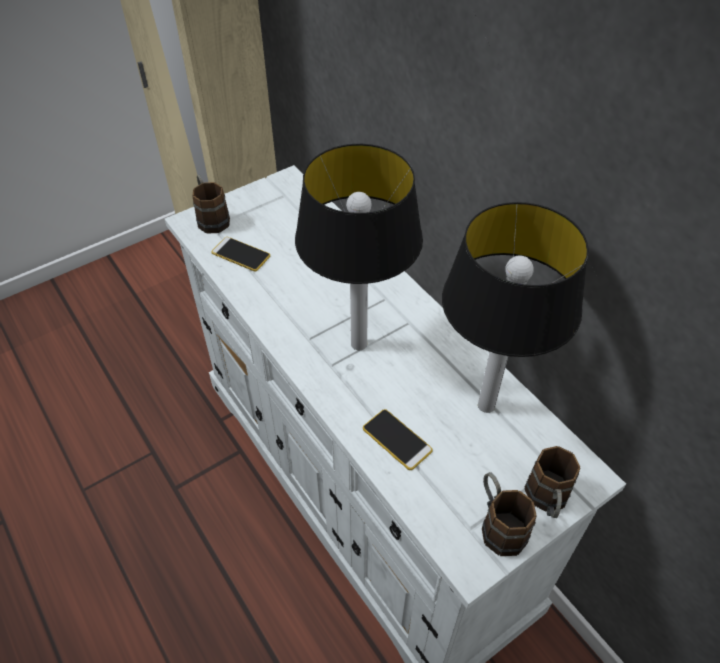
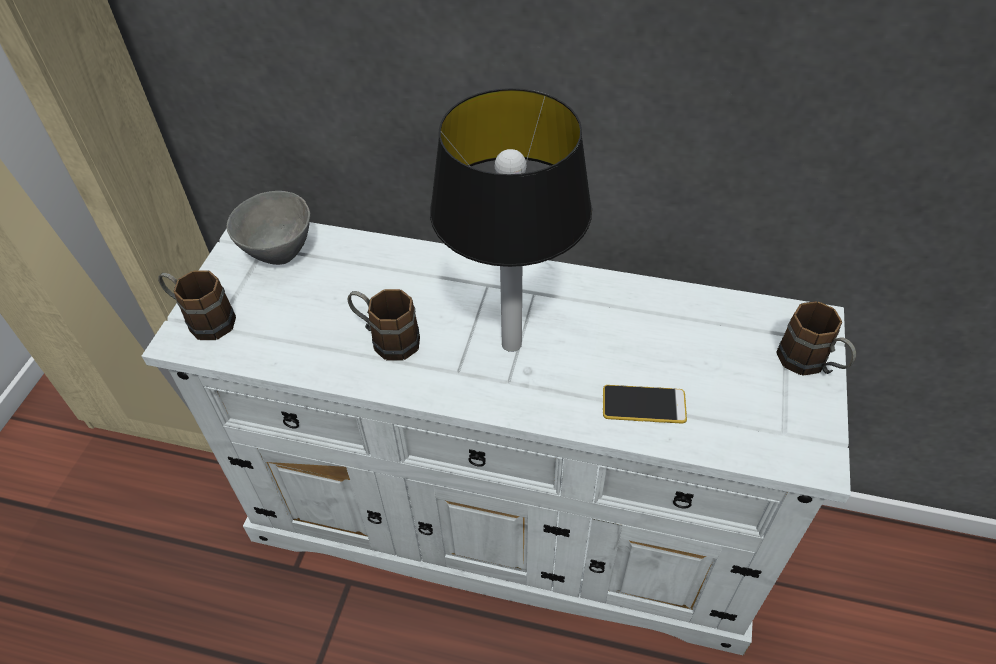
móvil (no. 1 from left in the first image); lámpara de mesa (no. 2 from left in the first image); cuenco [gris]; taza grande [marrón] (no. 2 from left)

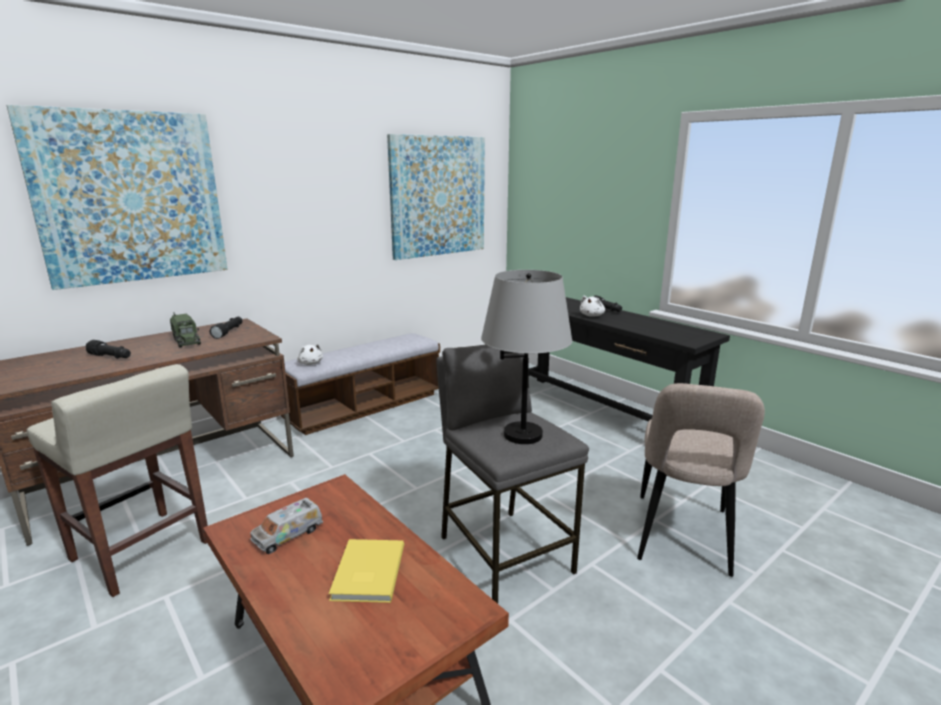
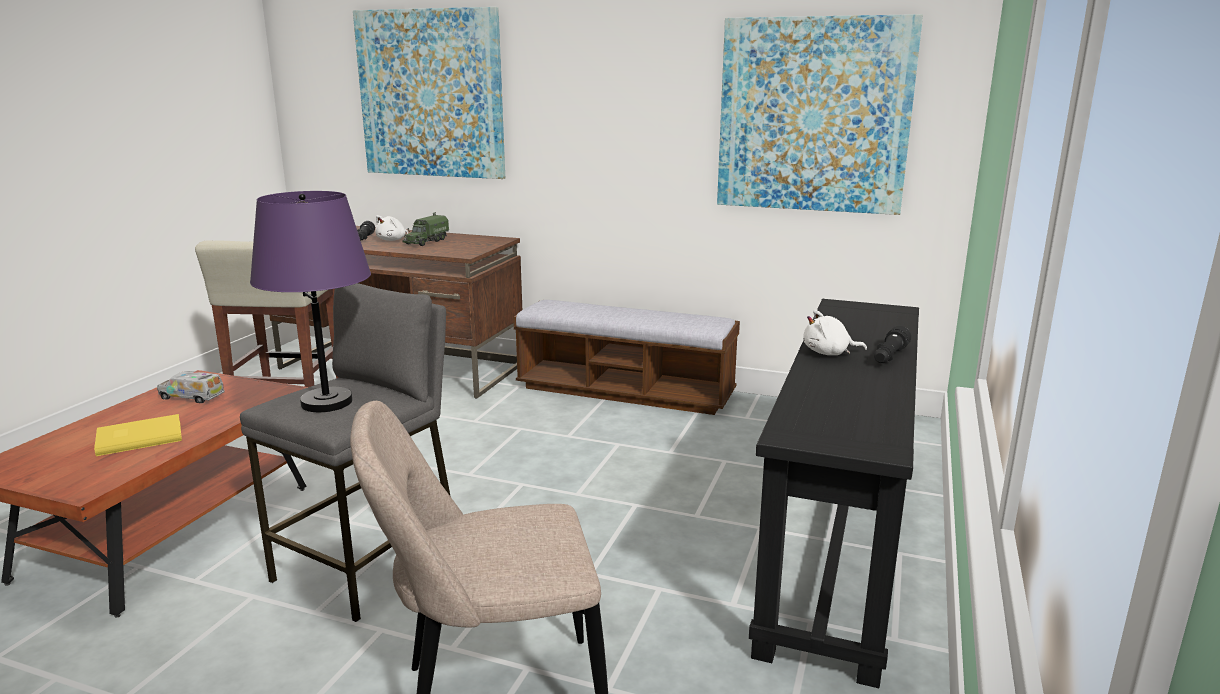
linterna [negro] (no. 2 from left in the first image); peluche [blanco] (no. 1 from left); lámpara de mesa [morado]

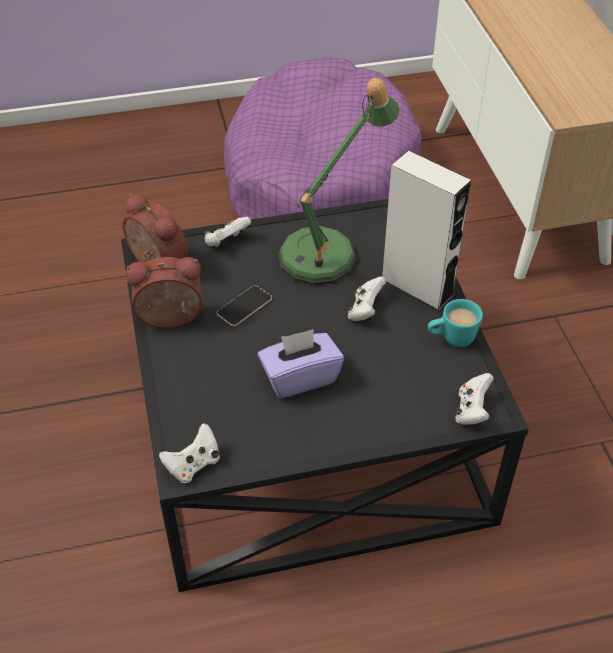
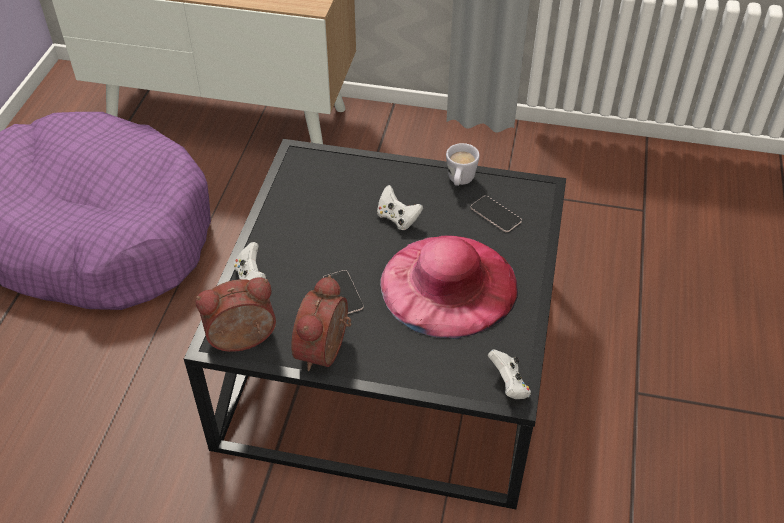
lámpara de mesa; altavoz [gris]; mando de consola [blanco] (no. 4 from left in the first image); móvil (no. 2 from left); sombrero [rosa]; taza grande [blanco]

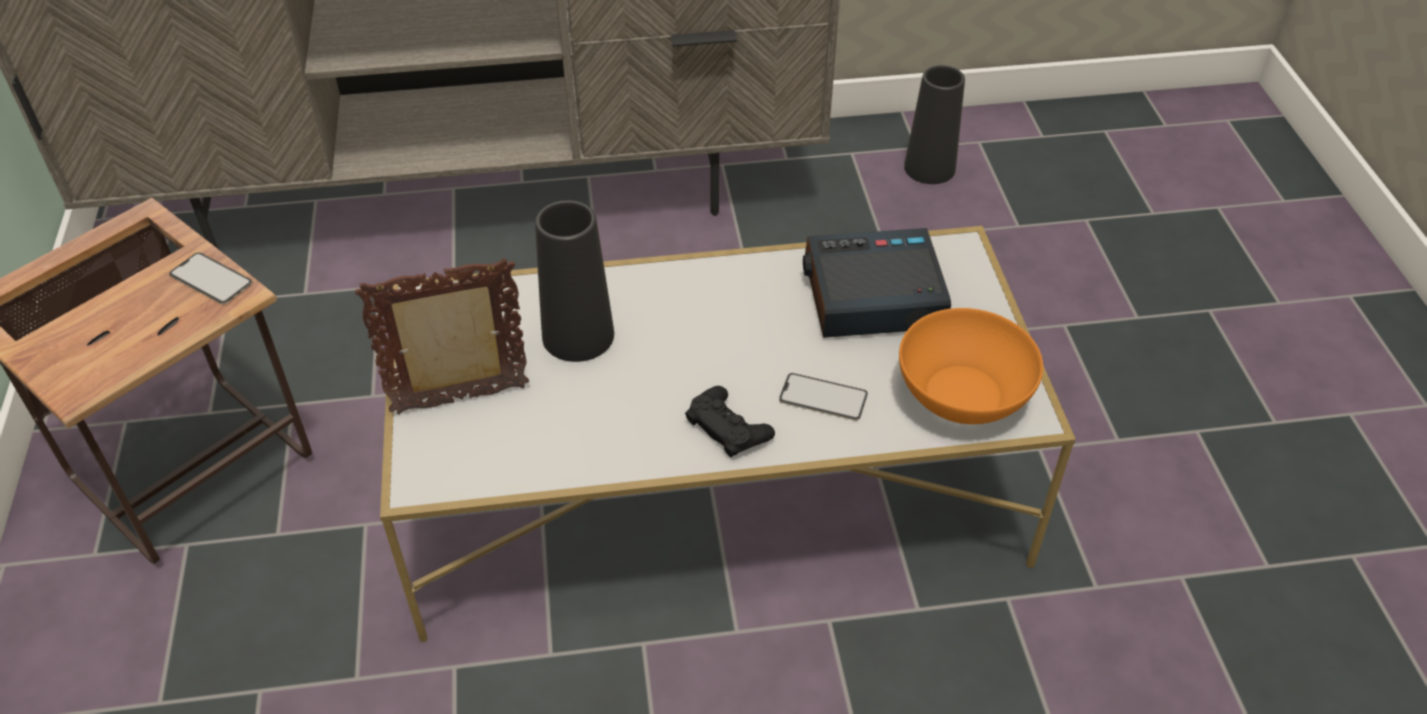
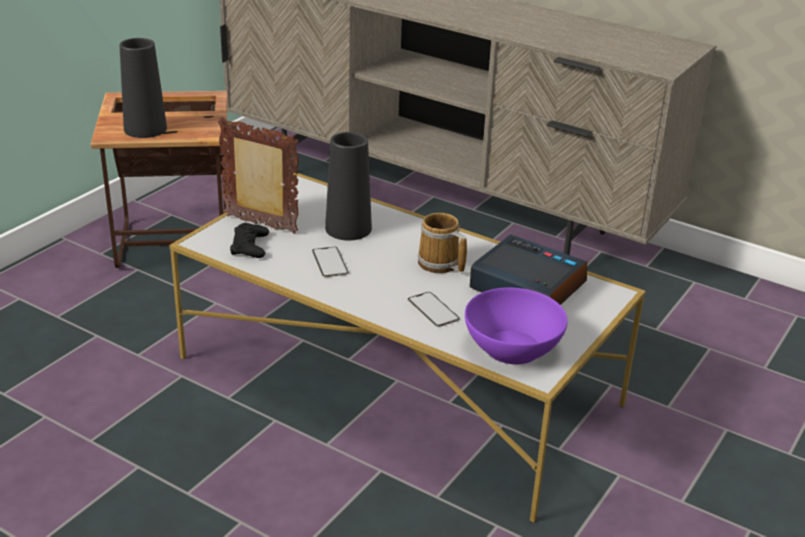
taza grande; móvil (no. 1 from left); mando de consola [negro]; florero [negro] (no. 1 from left); cuenco [morado]

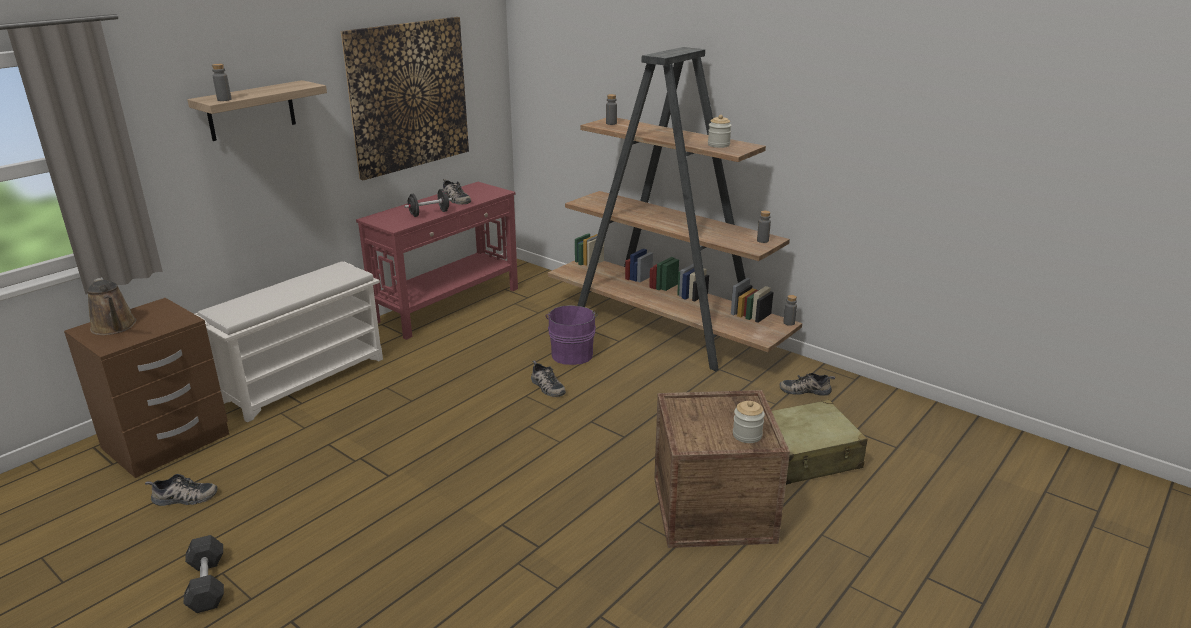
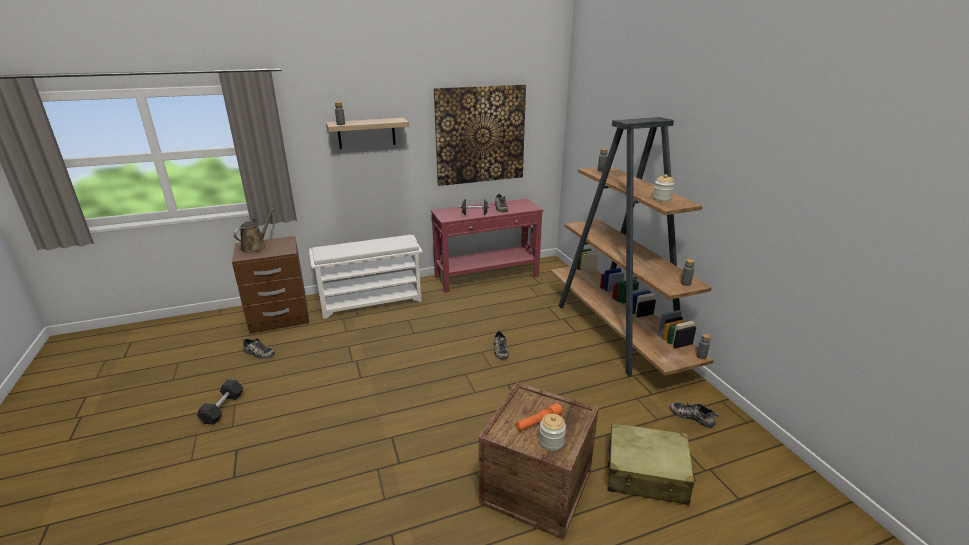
cubo [morado]; linterna [naranja]; regadera [marrón]

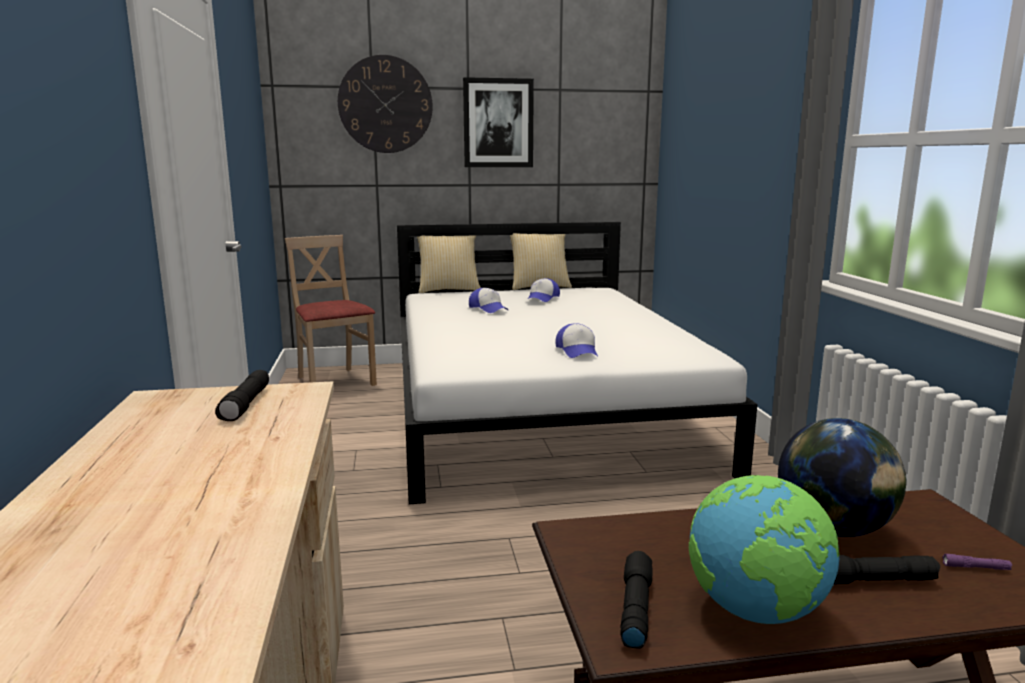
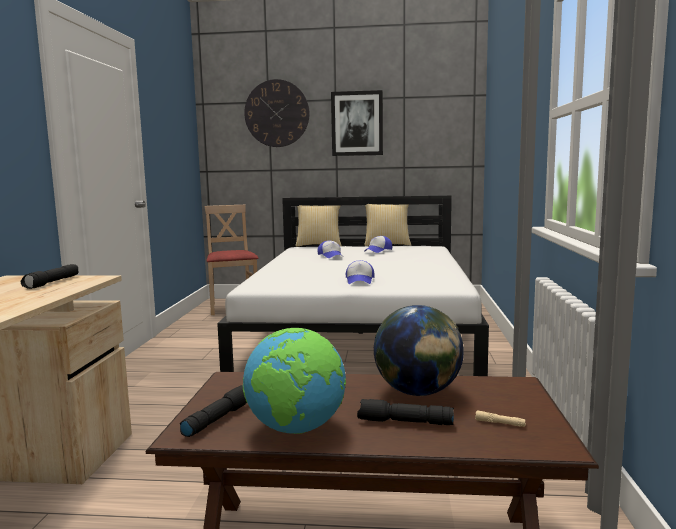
linterna [beis]

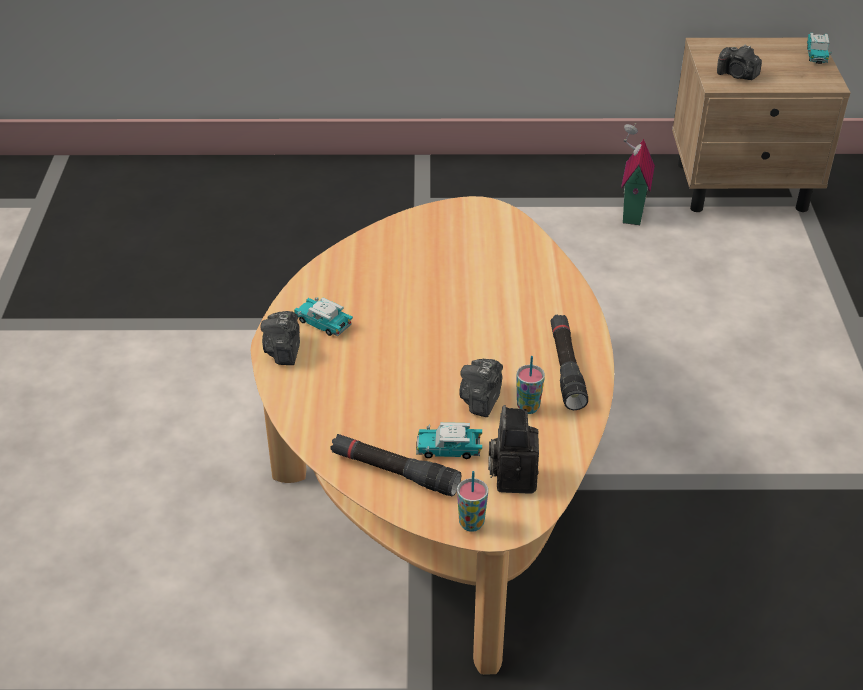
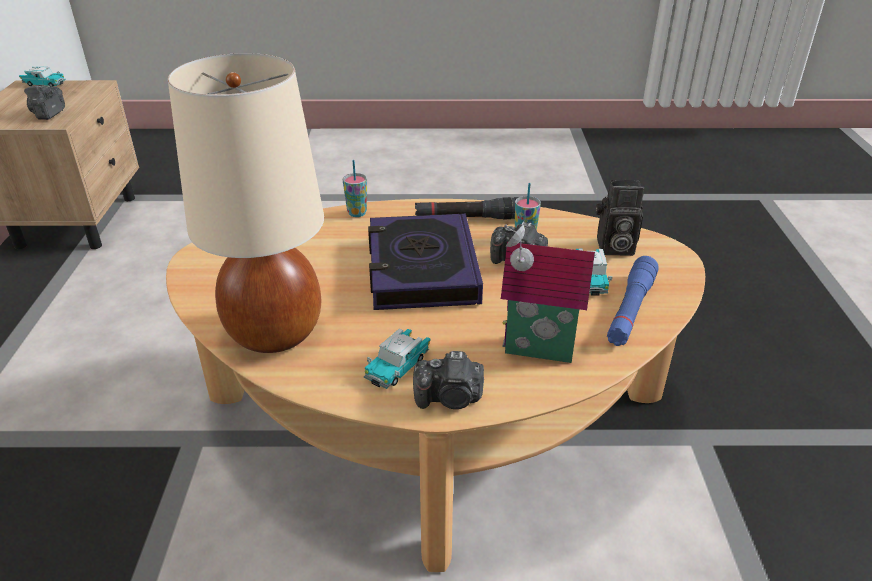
lámpara de mesa [beis]; libro; taza (no. 1 from left); casita; linterna [azul]; cámara (no. 1 from left)

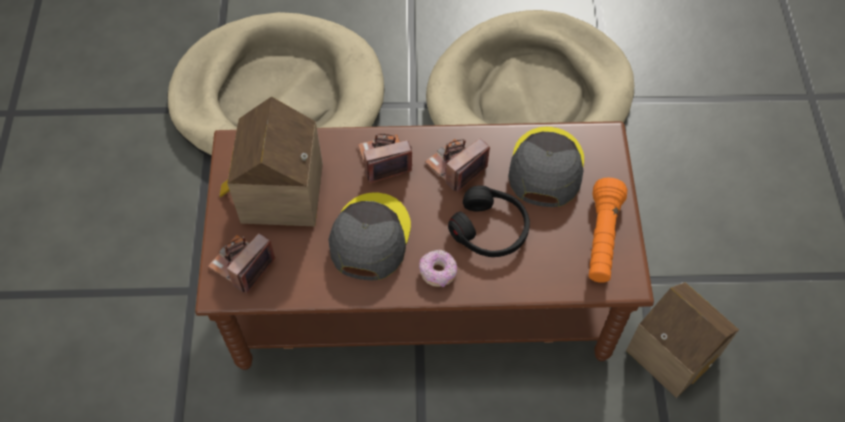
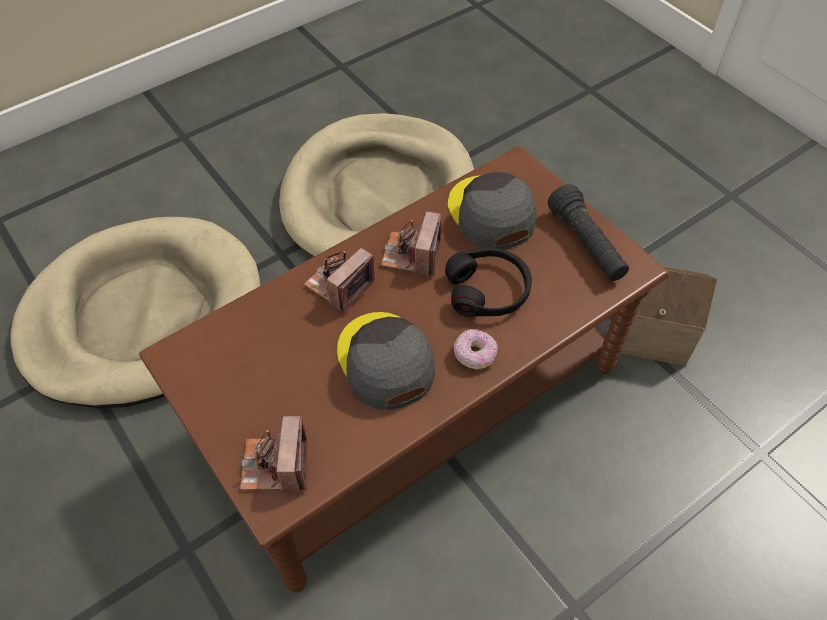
casita (no. 1 from left in the first image); linterna [negro]

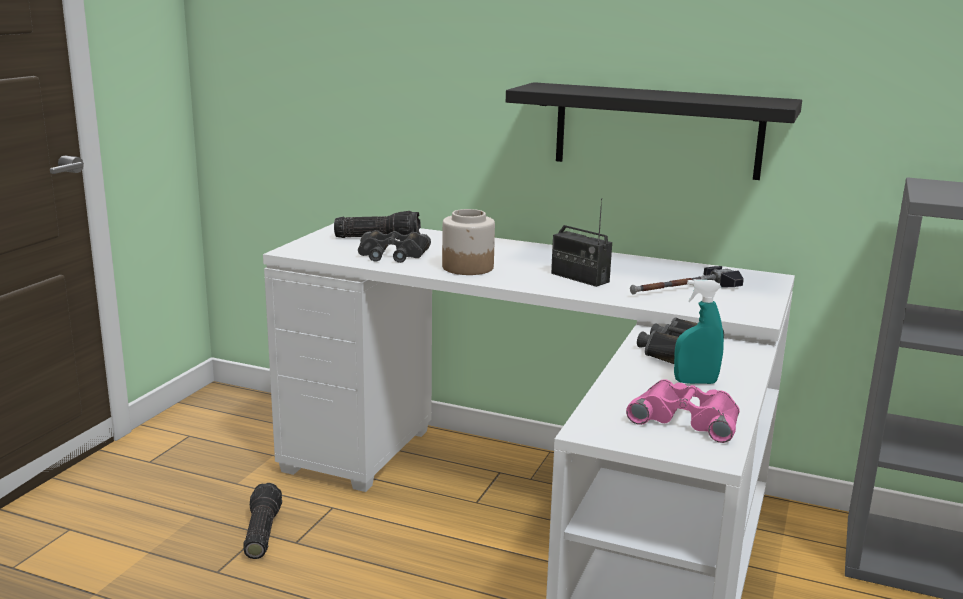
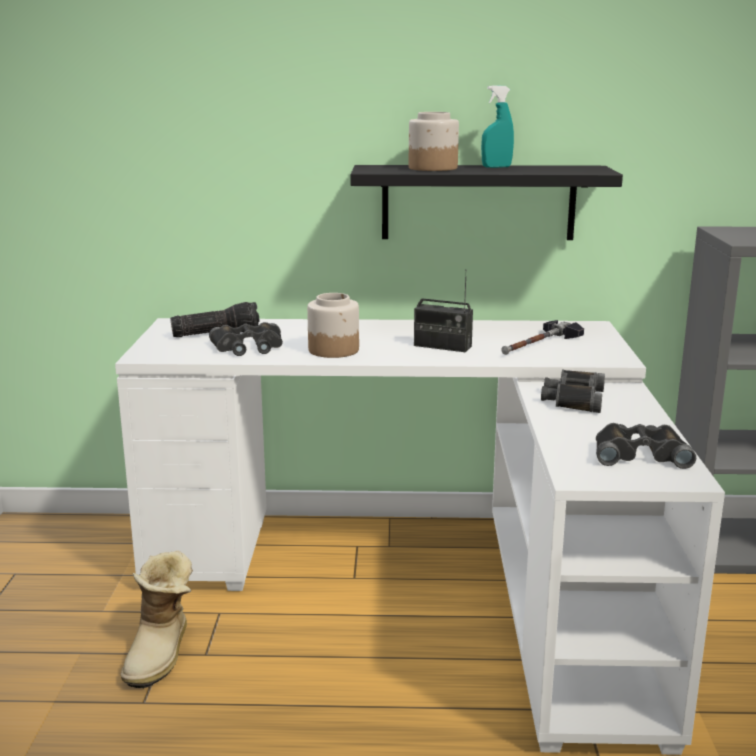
tarro (no. 2 from left); pulverizador [turquesa]; bota; prismáticos [negro] (no. 3 from left)

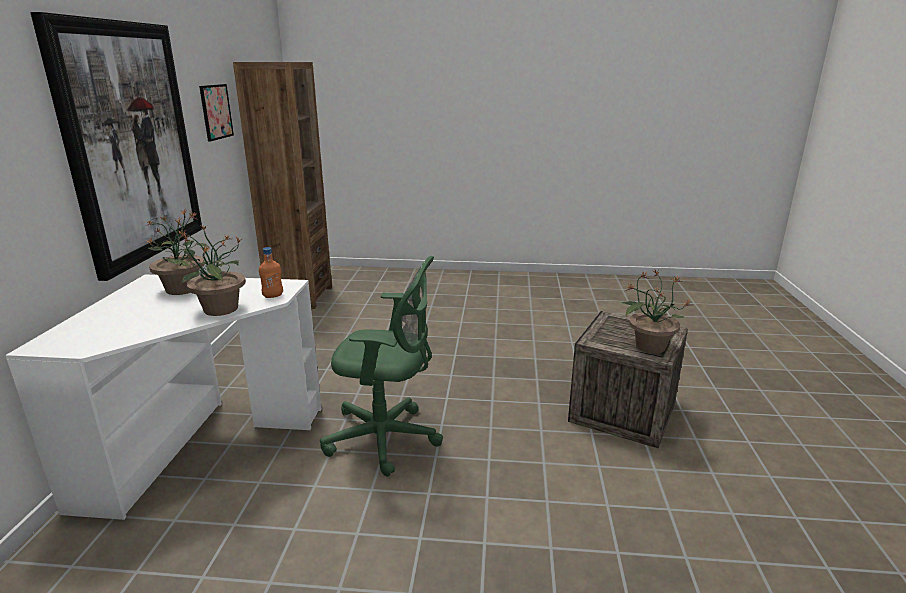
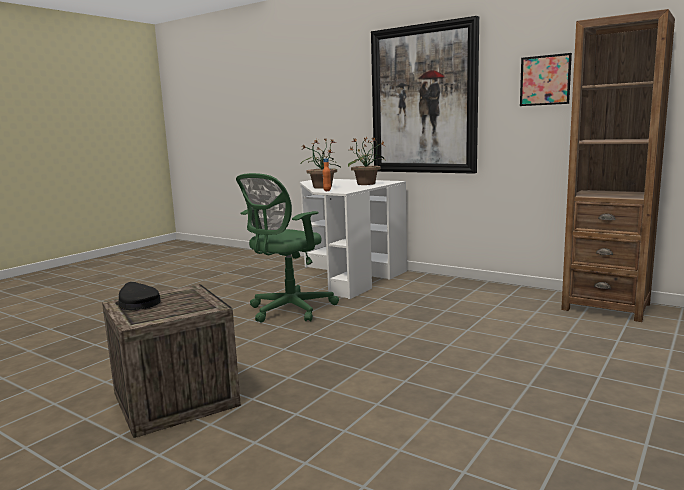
gorra [negro]

